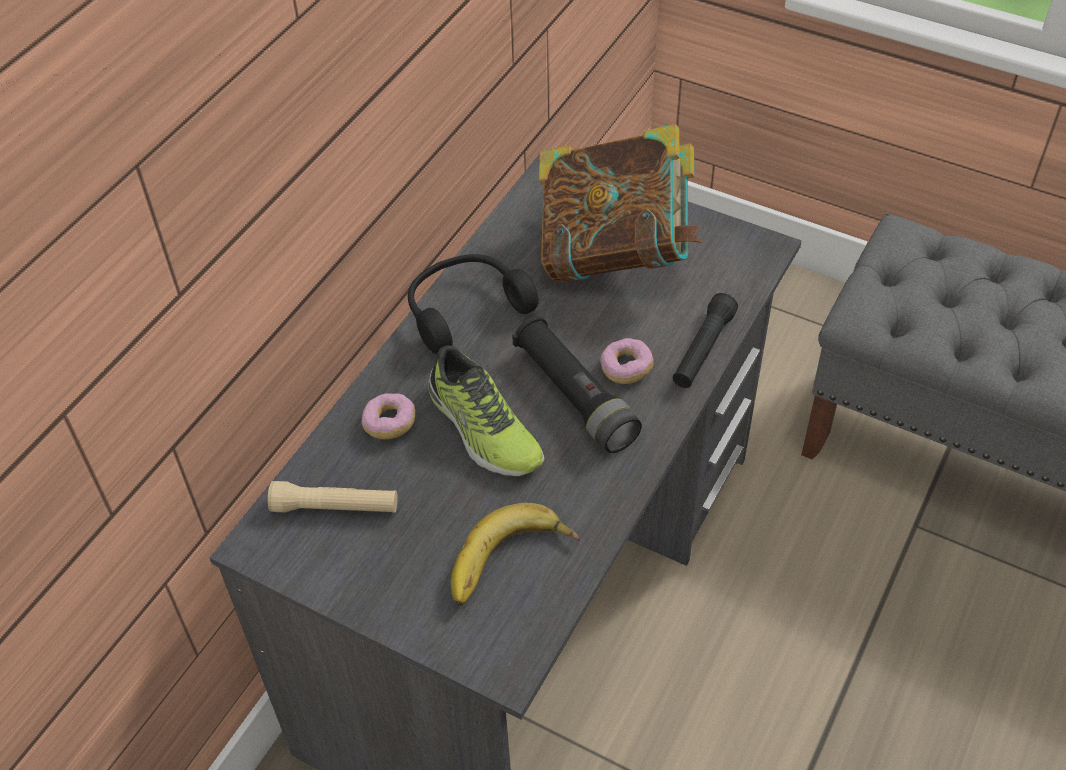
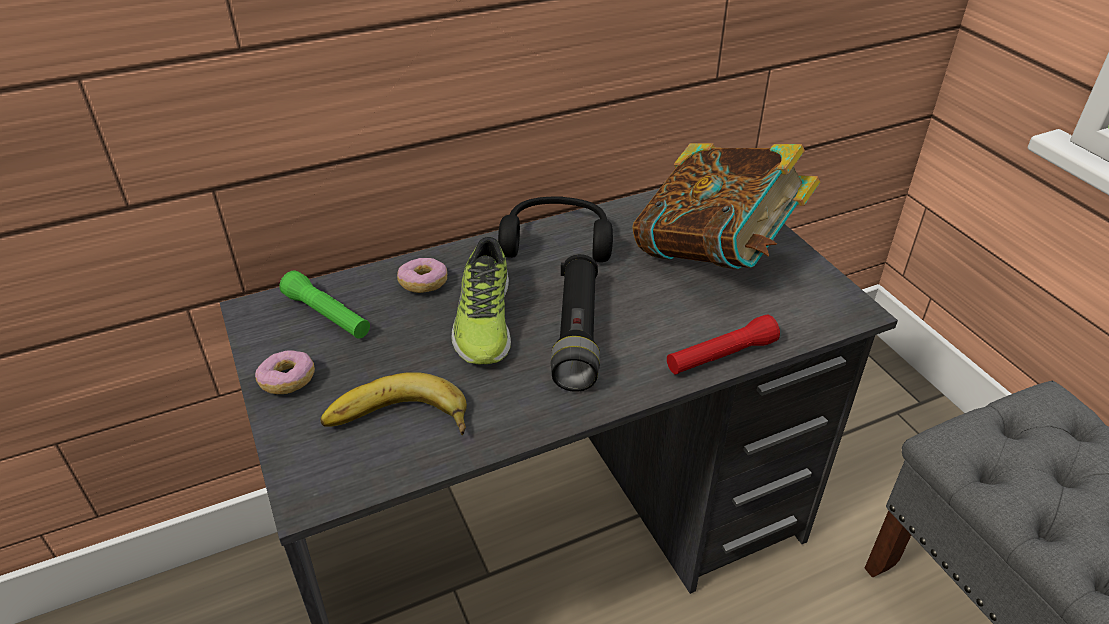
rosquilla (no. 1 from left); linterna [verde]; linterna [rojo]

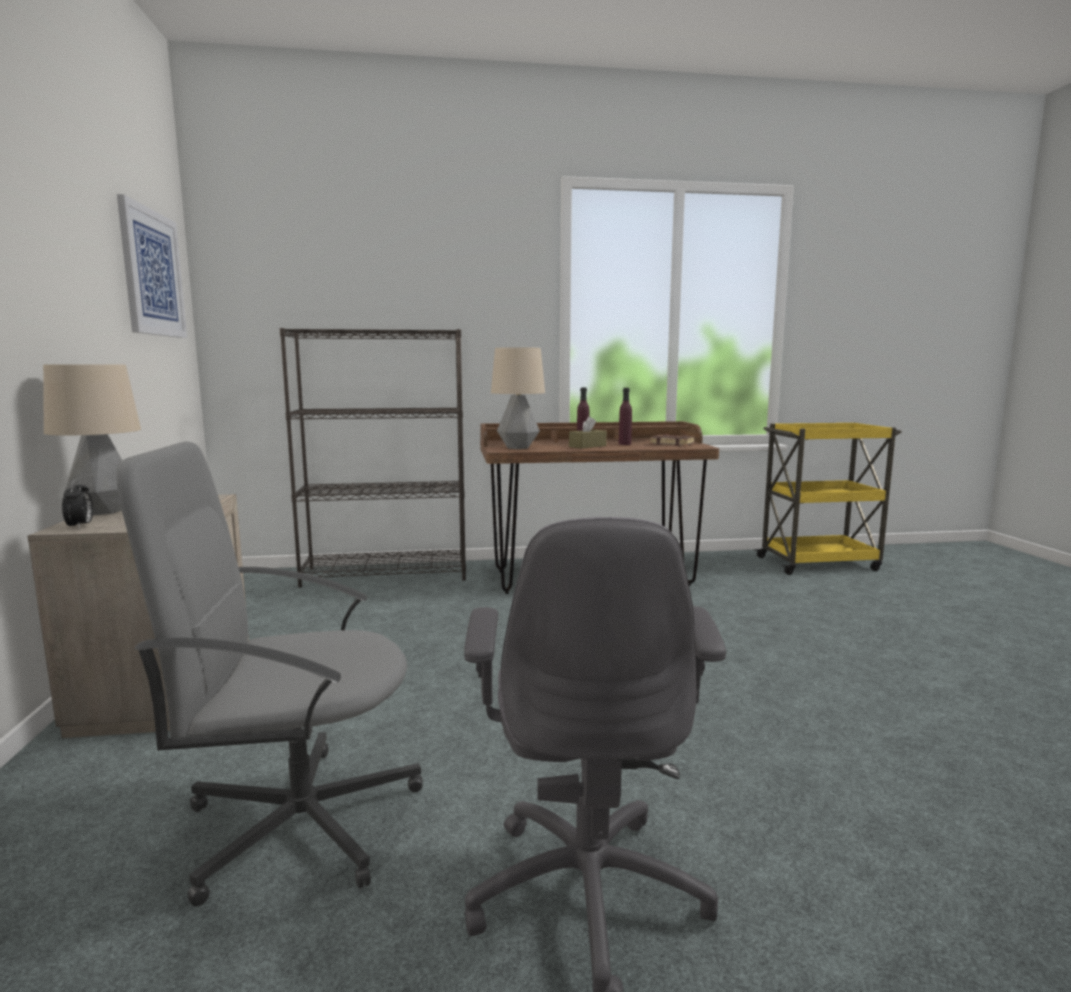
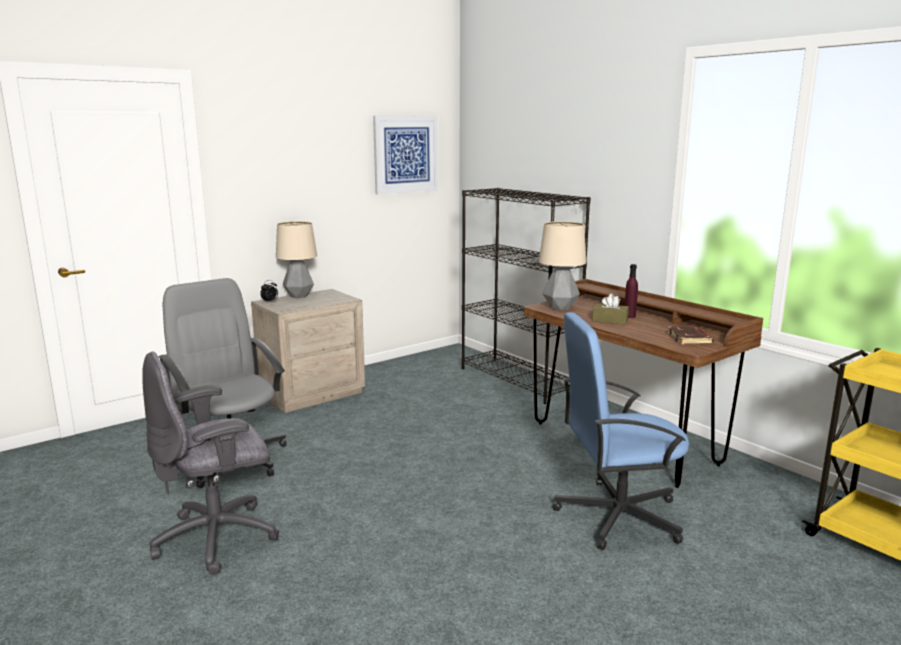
botella [morado] (no. 2 from left in the first image); silla de oficina [azul]

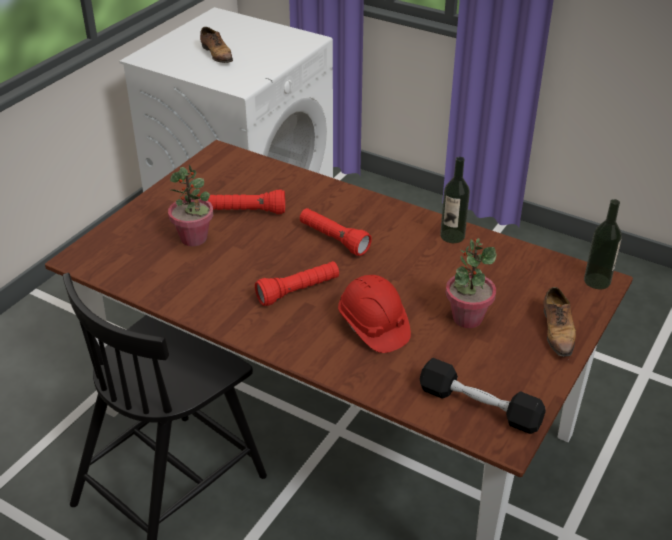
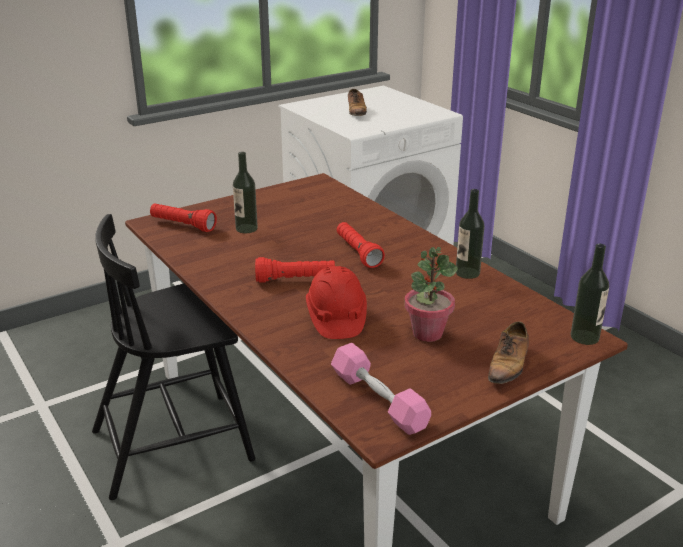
linterna [rojo] (no. 1 from left); botella (no. 1 from left); mancuerna [rosa]

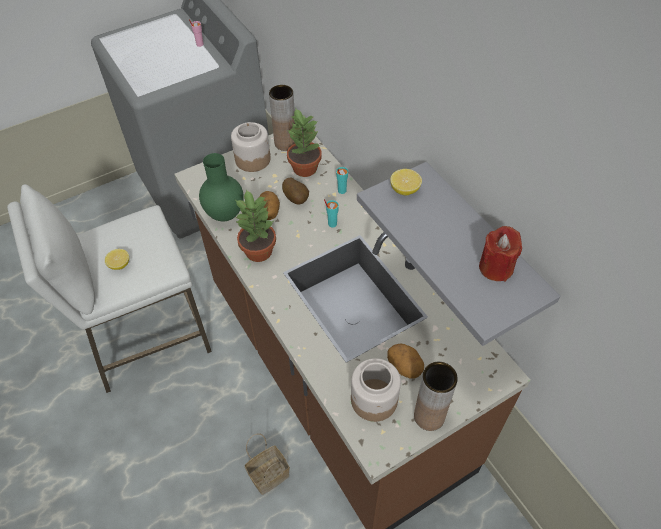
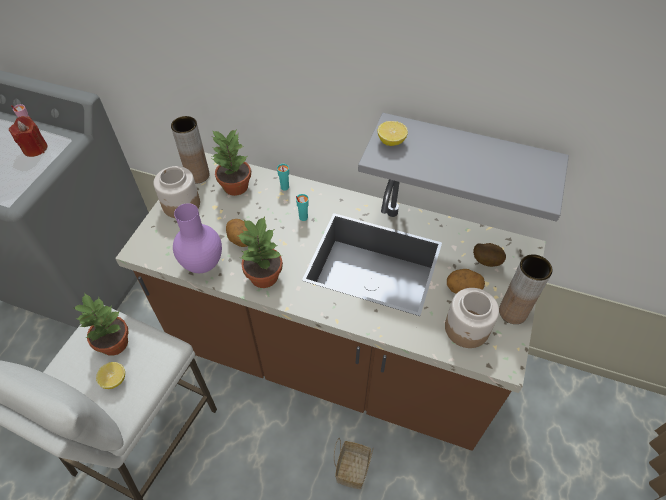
planta en maceta (no. 1 from left); patata (no. 3 from left); vela [rojo]; florero [morado]

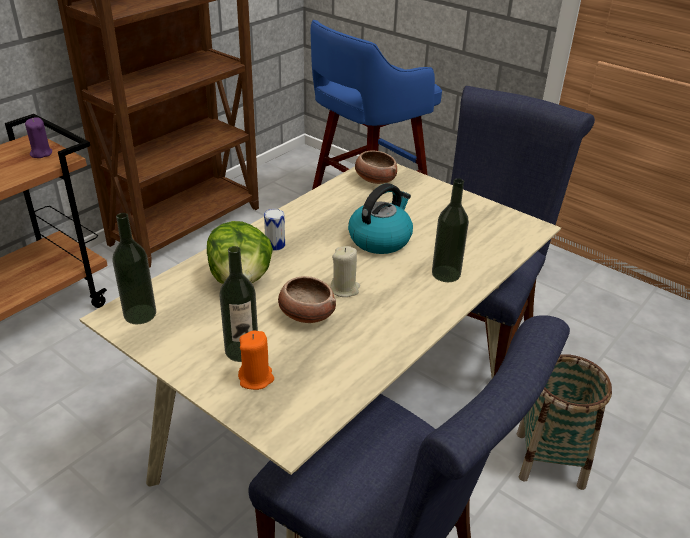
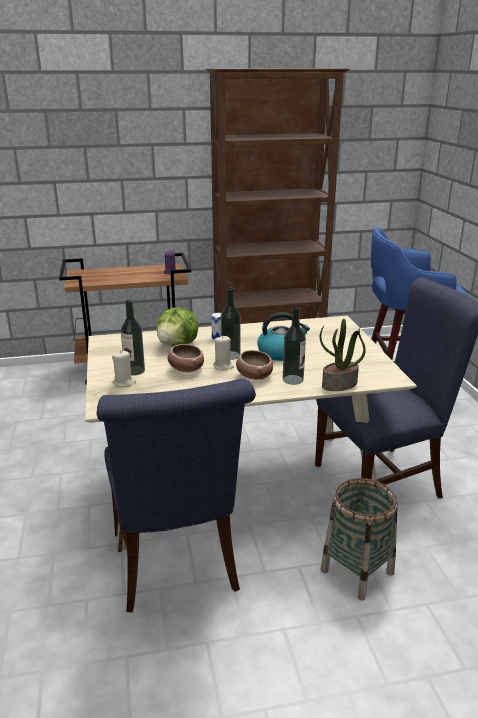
planta en maceta; botella (no. 2 from left); cuenco (no. 2 from left); vela [beis] (no. 1 from left)

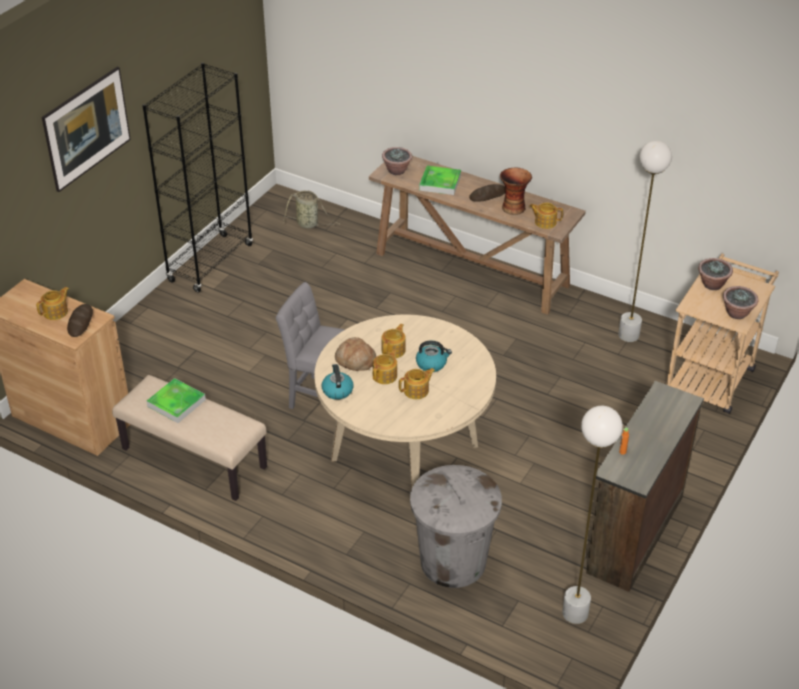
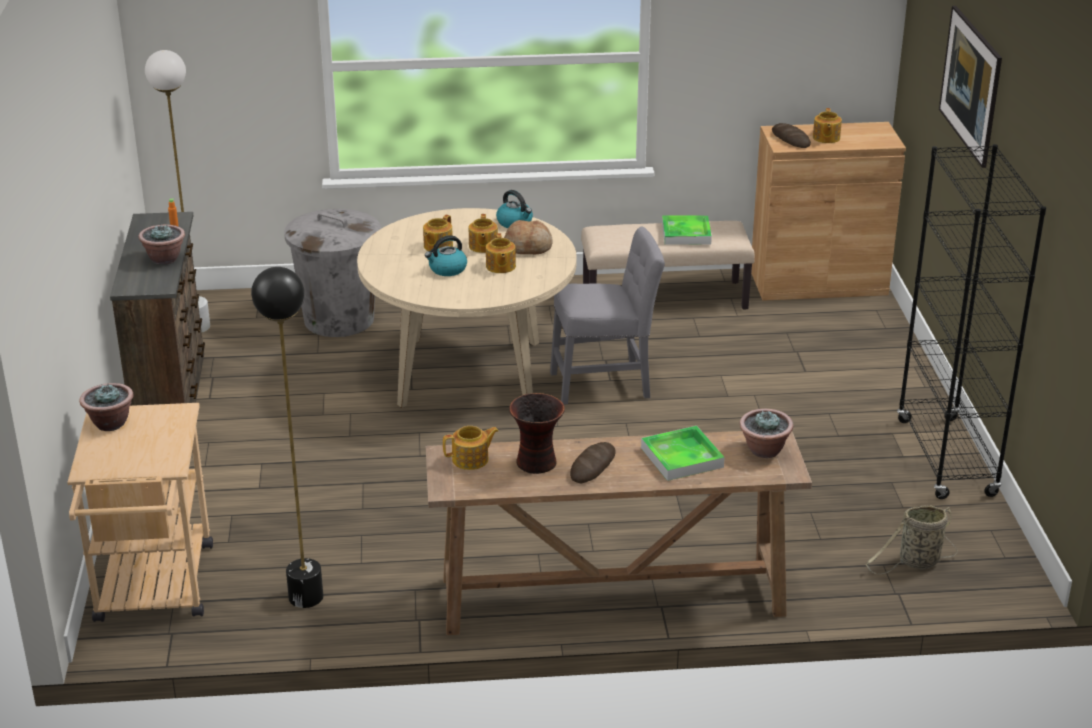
planta en maceta (no. 2 from left); lámpara de pie [negro]

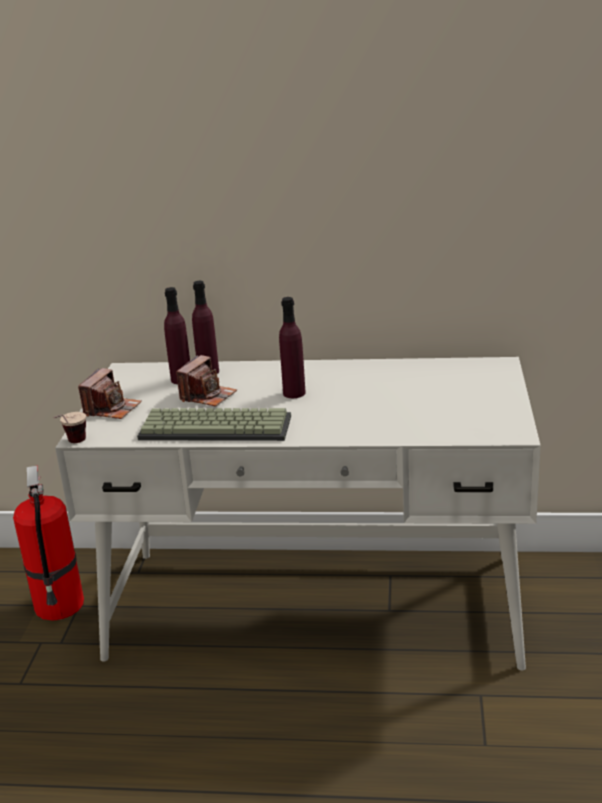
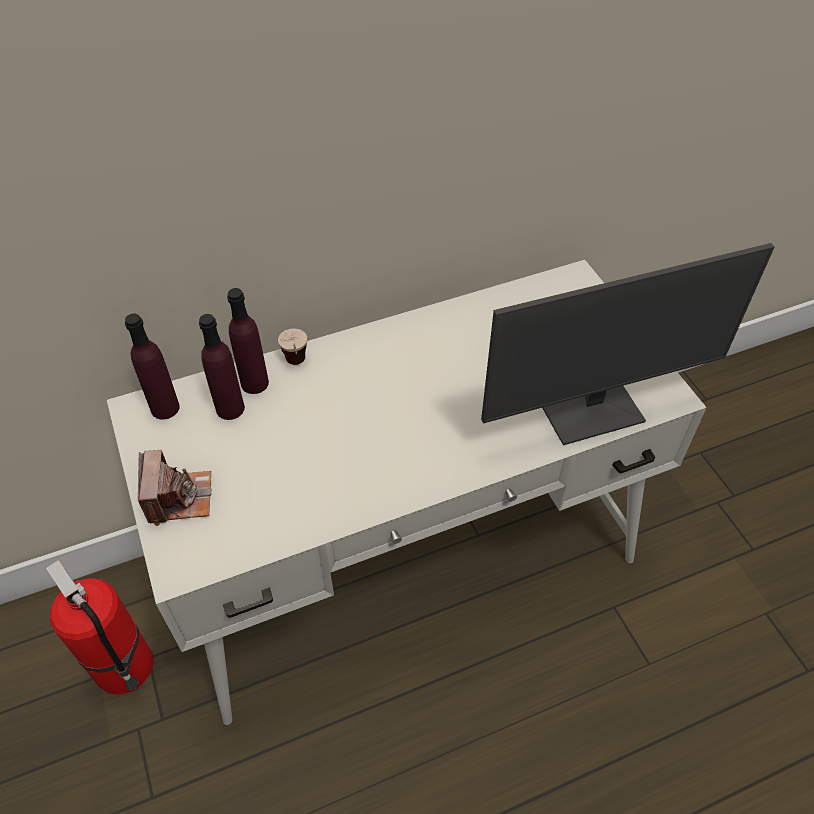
teclado; cámara (no. 2 from left in the first image); monitor; taza; botella [morado] (no. 1 from left)

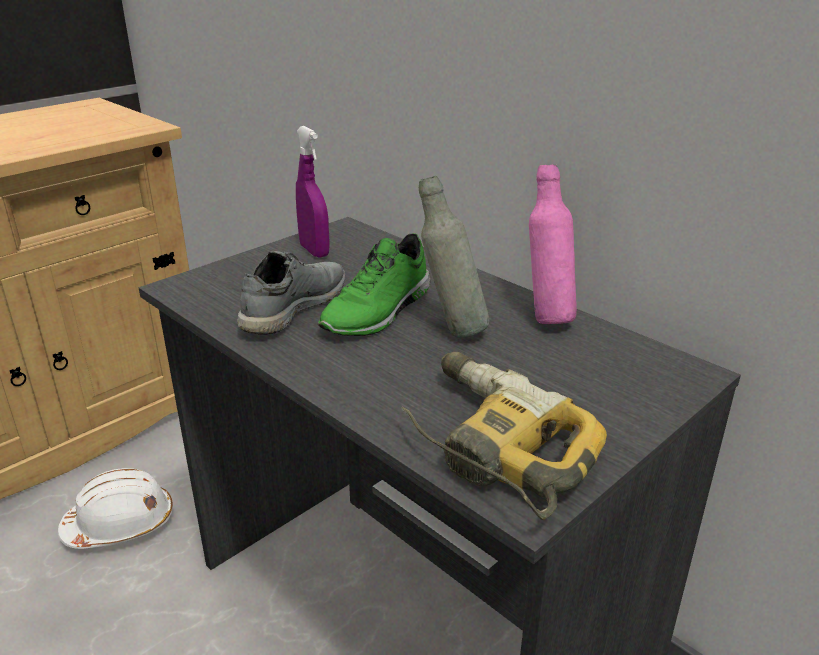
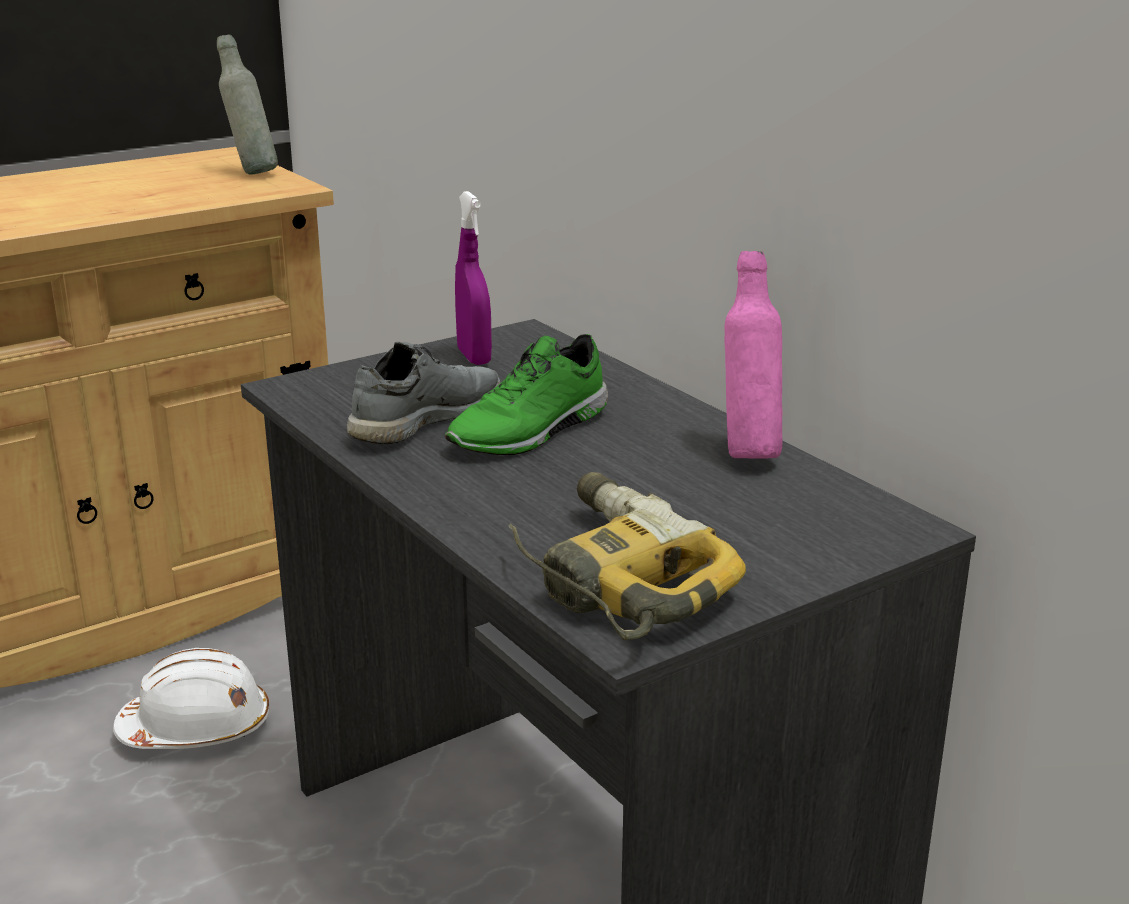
botella [gris]

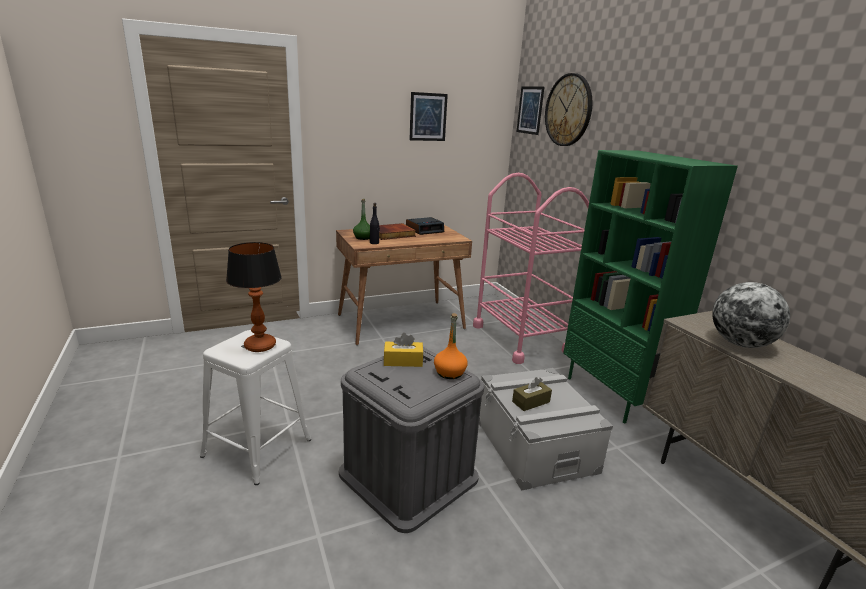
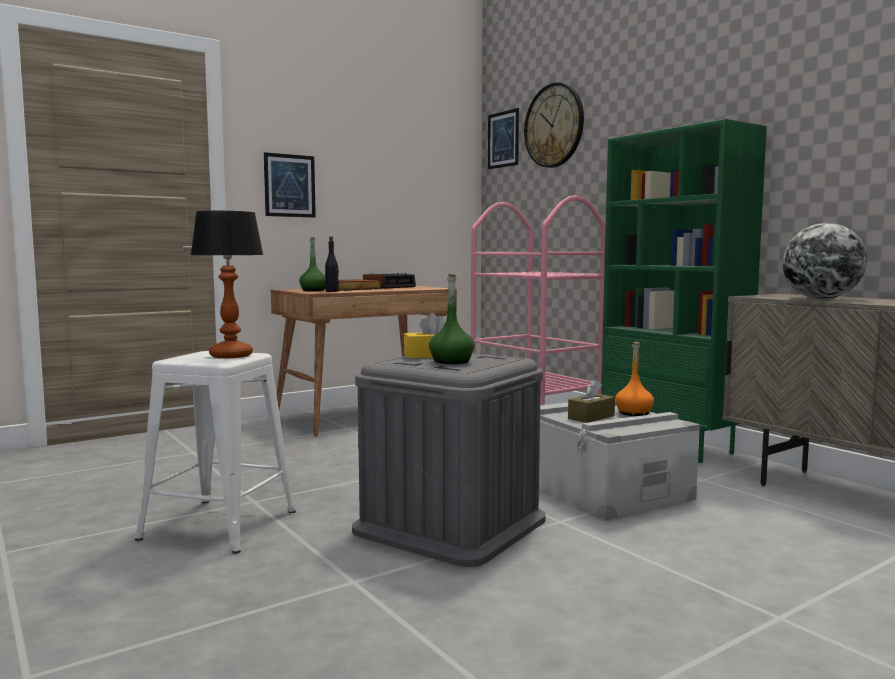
botella [verde] (no. 2 from left); cuadro (no. 1 from left); botella [naranja]

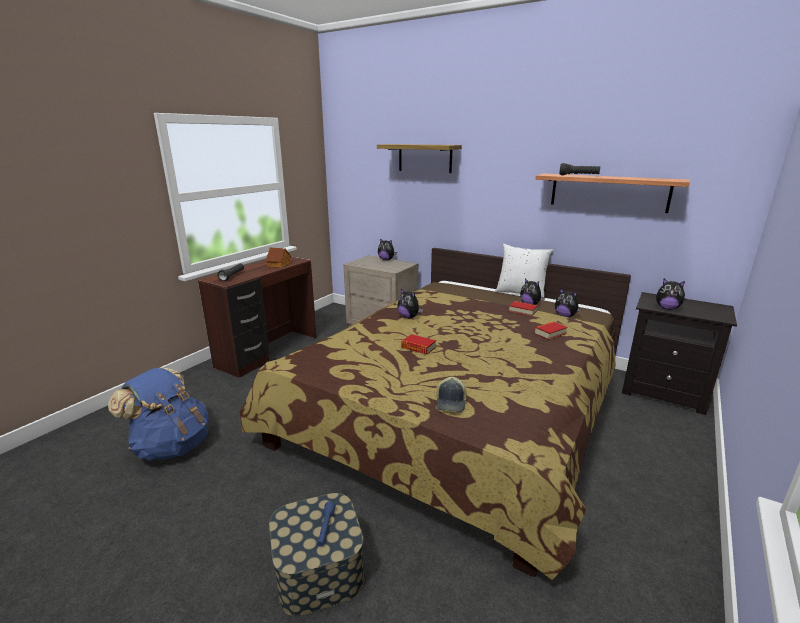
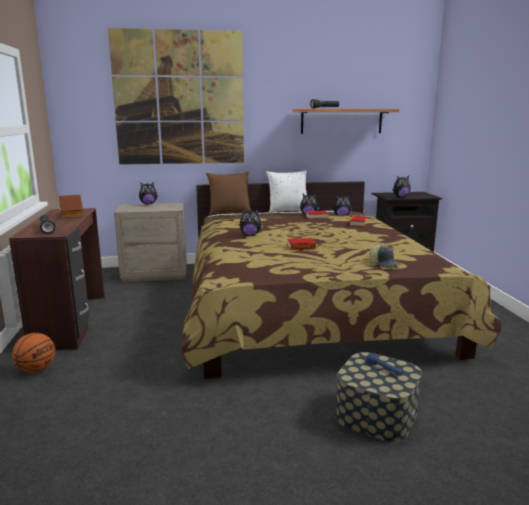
mochila [azul]; balón de baloncesto; cojín [marrón]; cuadro

